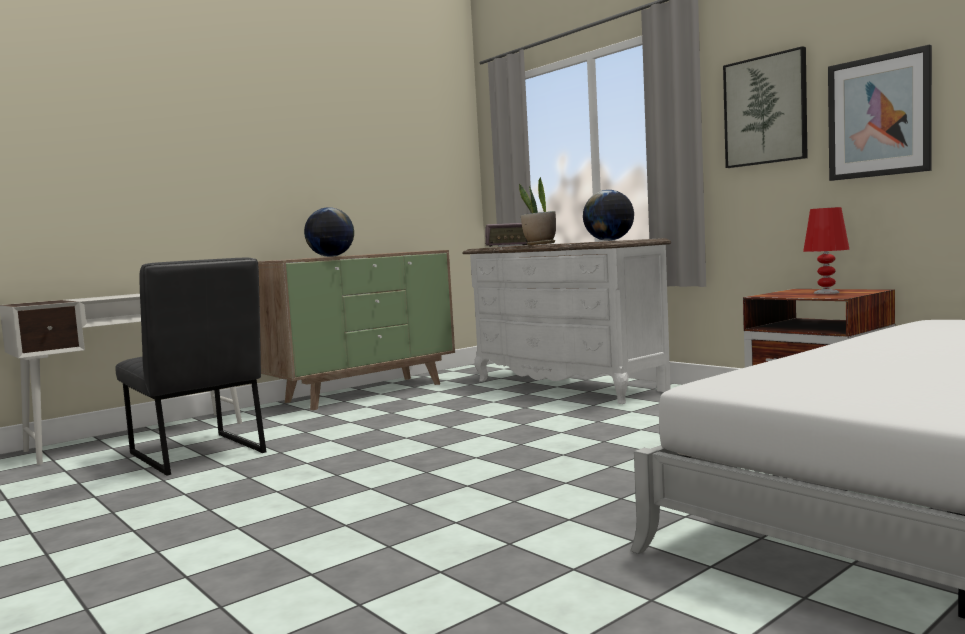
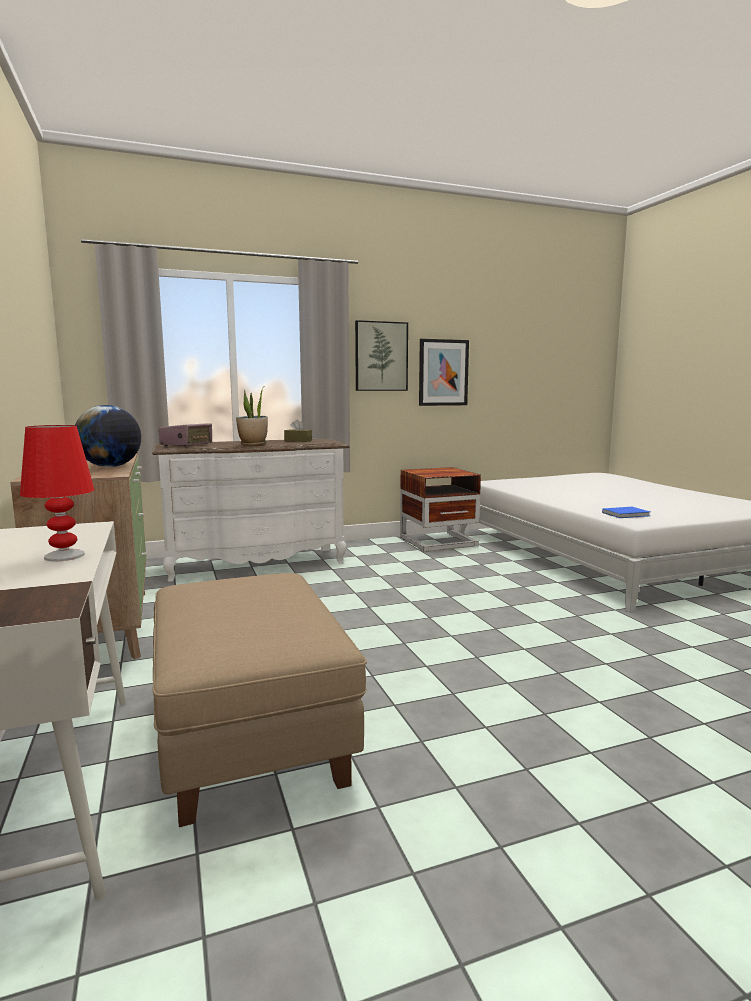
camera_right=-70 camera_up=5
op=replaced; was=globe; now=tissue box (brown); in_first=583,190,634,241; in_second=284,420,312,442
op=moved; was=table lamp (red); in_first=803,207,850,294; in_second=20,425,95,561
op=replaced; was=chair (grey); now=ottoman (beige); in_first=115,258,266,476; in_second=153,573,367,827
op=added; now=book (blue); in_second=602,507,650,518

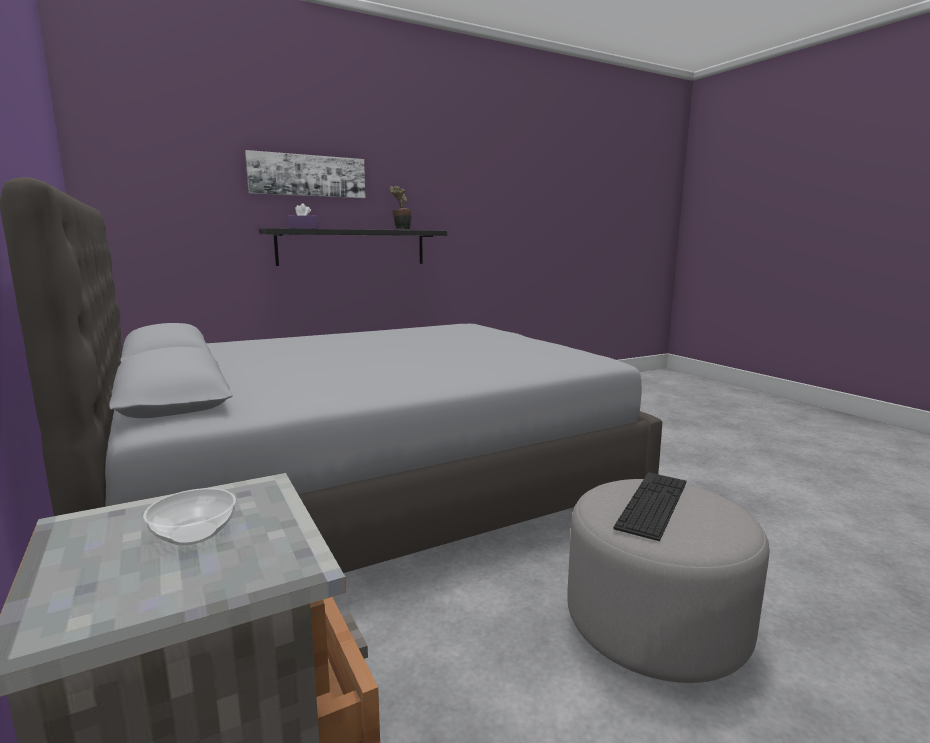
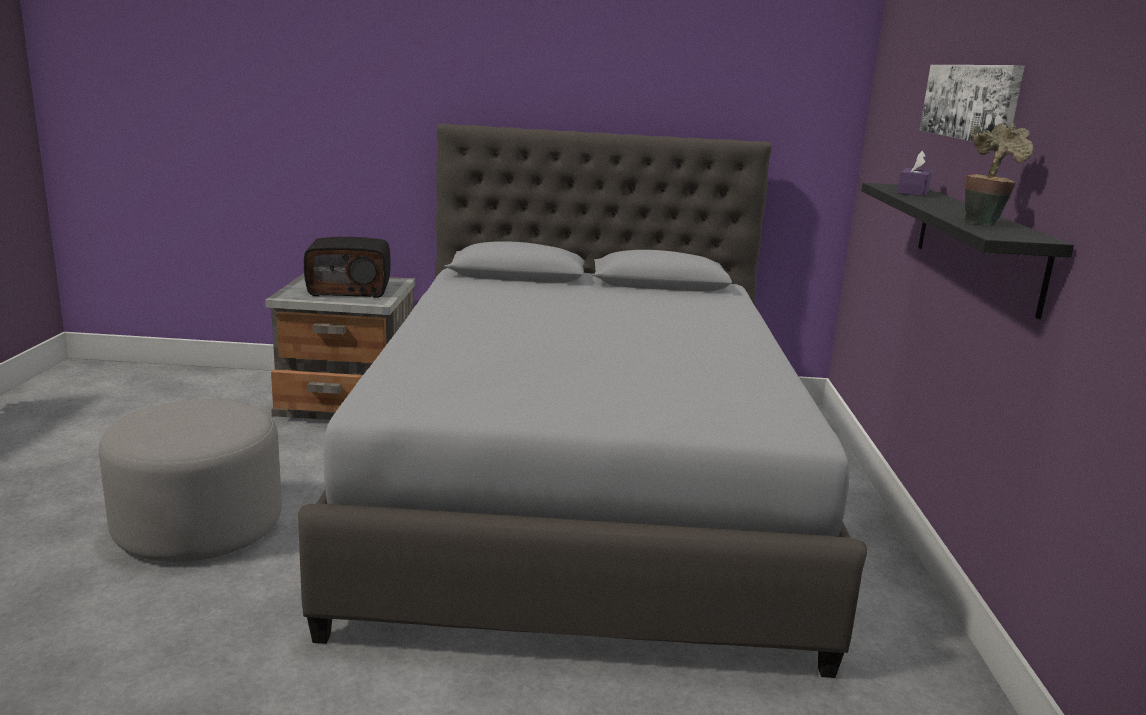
camera_right=120 camera_up=5
op=removed; was=keyboard; in_first=613,472,687,541
op=replaced; was=bowl; now=radio; in_first=143,488,236,545; in_second=304,237,391,298

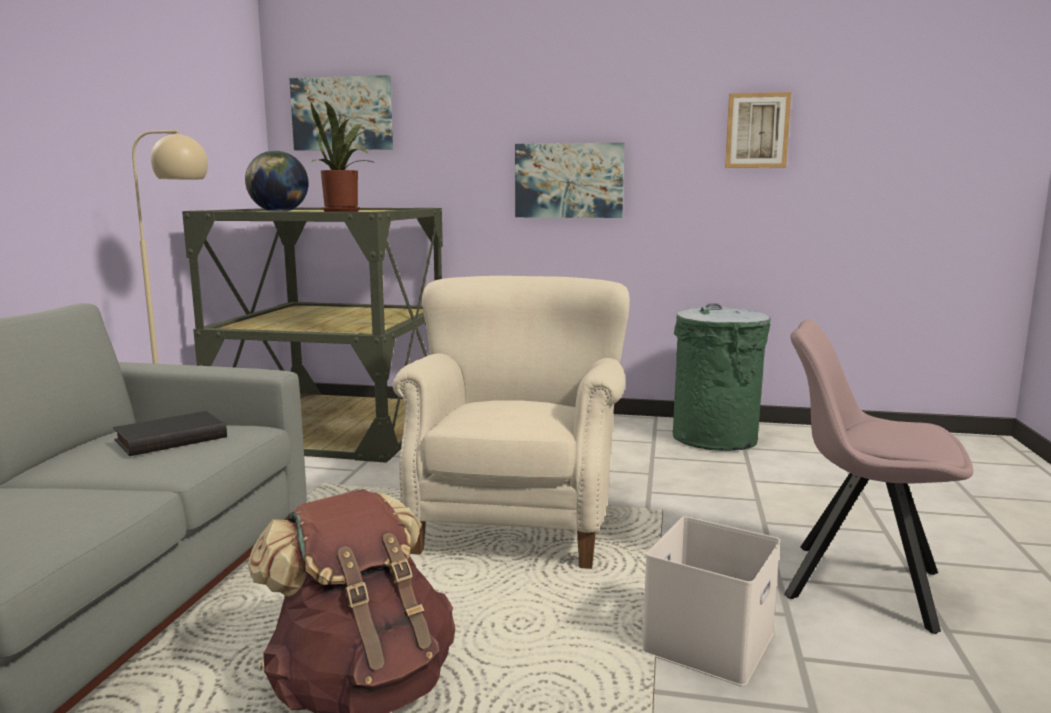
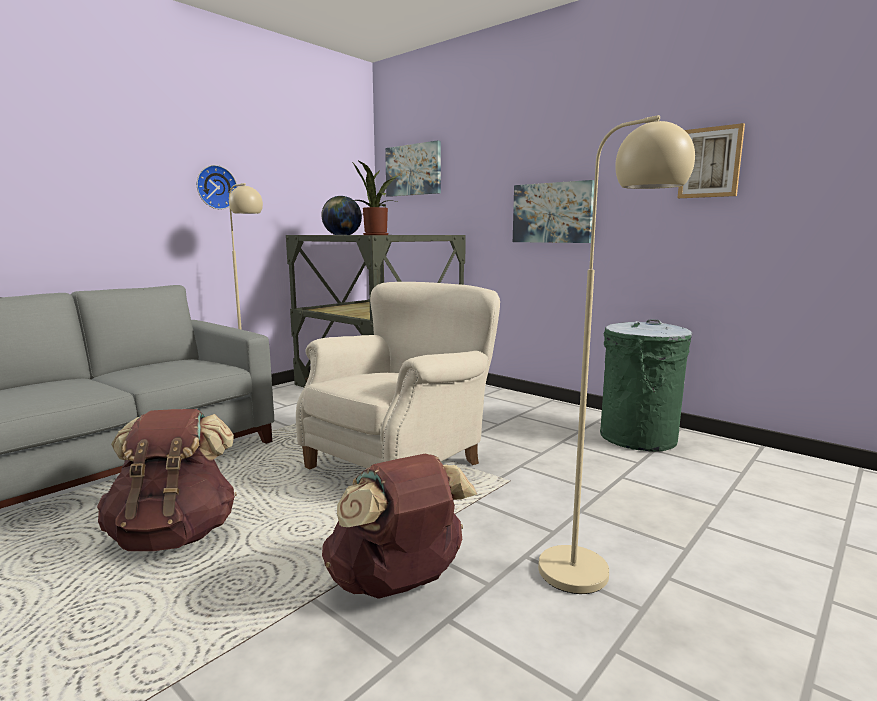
camera_right=30 camera_up=0
op=replaced; was=chair (pink); now=floor lamp (beige); in_first=784,319,973,634; in_second=538,115,695,594
op=removed; was=book (black); in_first=113,411,227,456
op=replaced; was=storage box (white); now=backpack (brown); in_first=643,516,780,686; in_second=322,454,477,599
op=added; now=wall clock; in_second=197,165,237,210

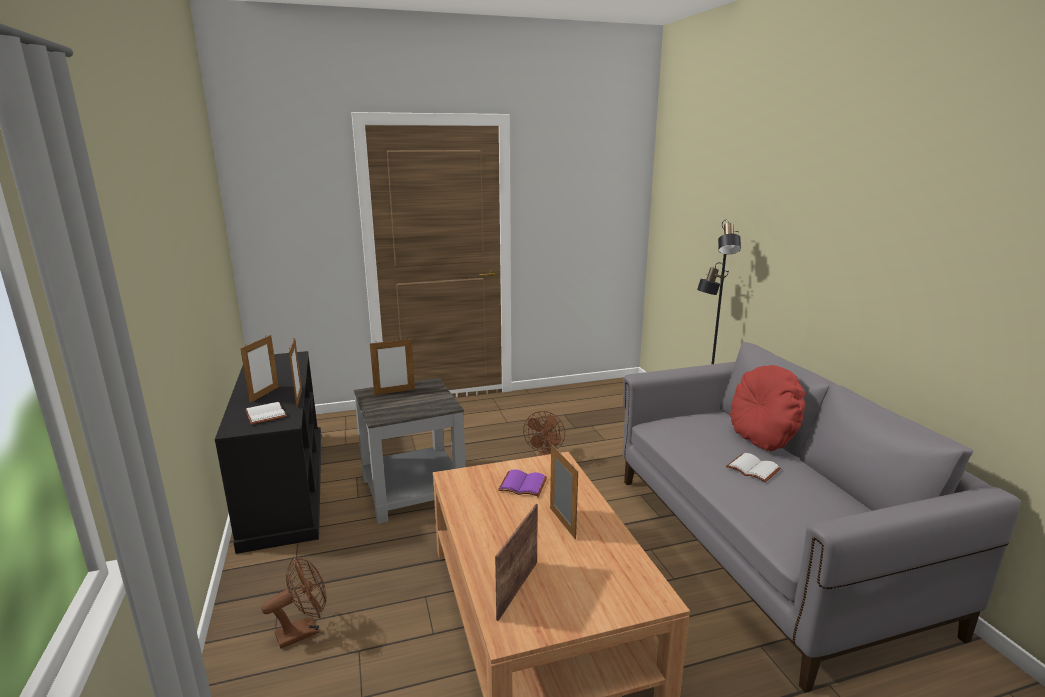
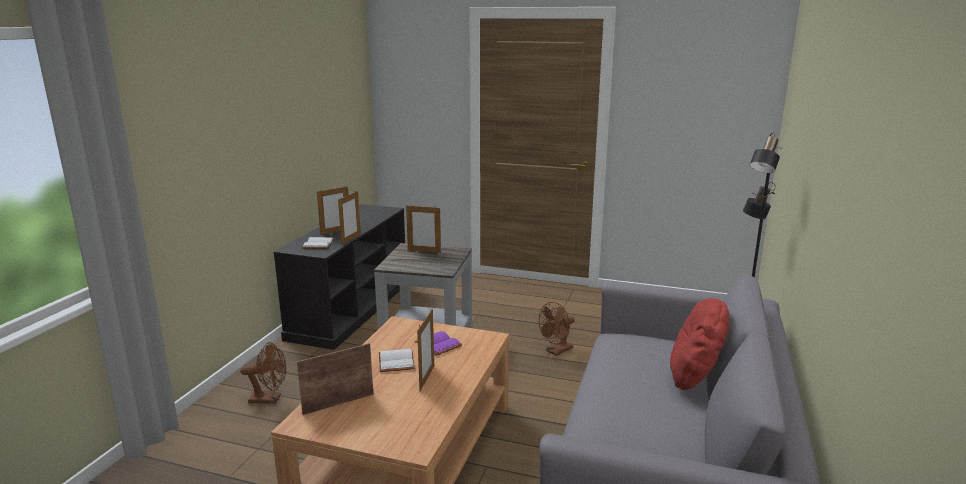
camera_right=35 camera_up=0
op=moved; was=book (white); in_first=726,453,781,482; in_second=379,349,415,372

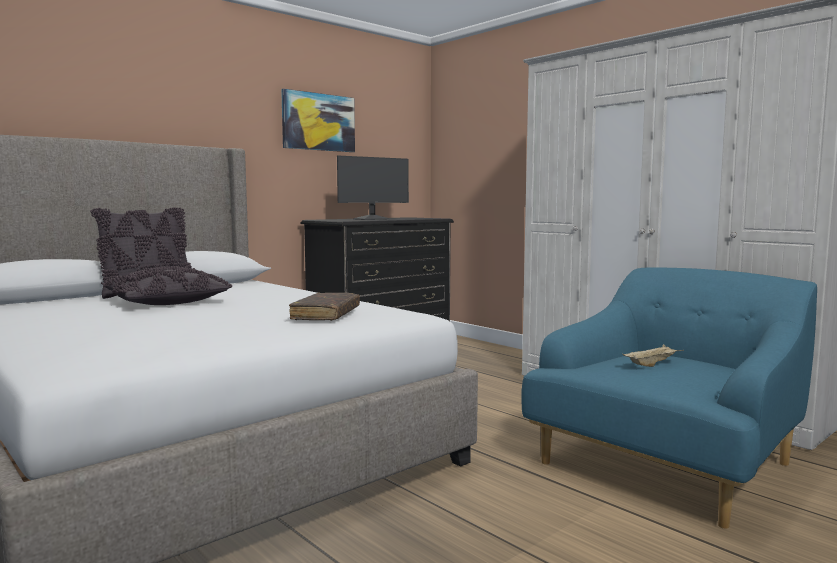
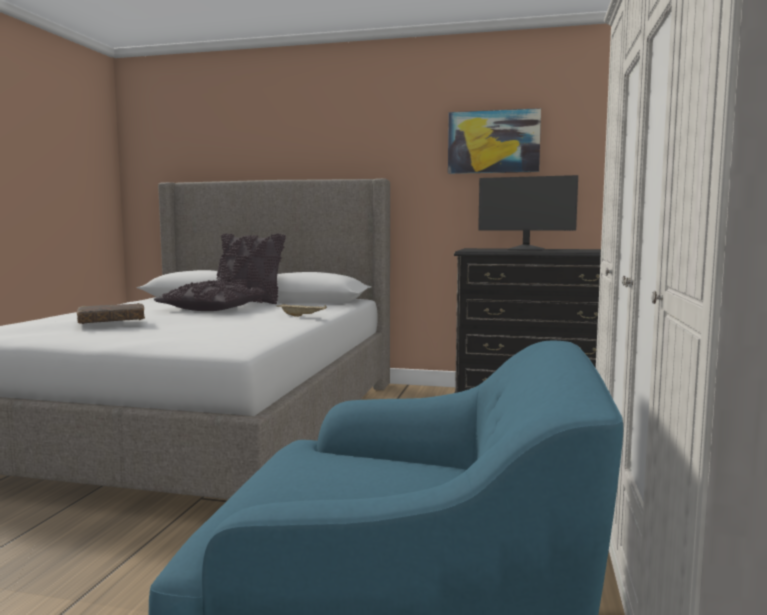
camera_right=55 camera_up=0
op=moved; was=book (brown); in_first=289,292,360,321; in_second=77,303,145,324
op=moved; was=tray (beige); in_first=623,344,684,367; in_second=276,304,327,317

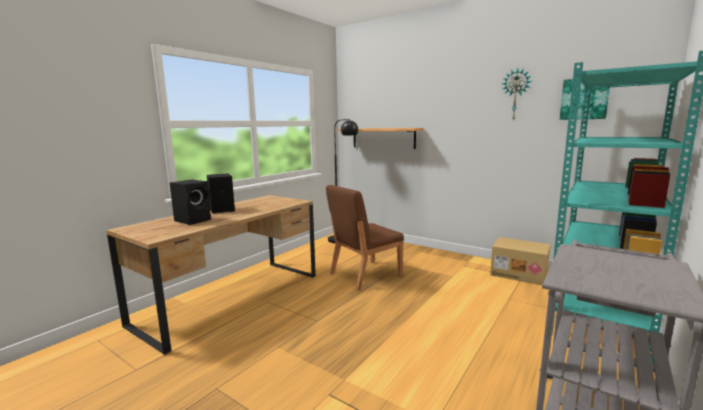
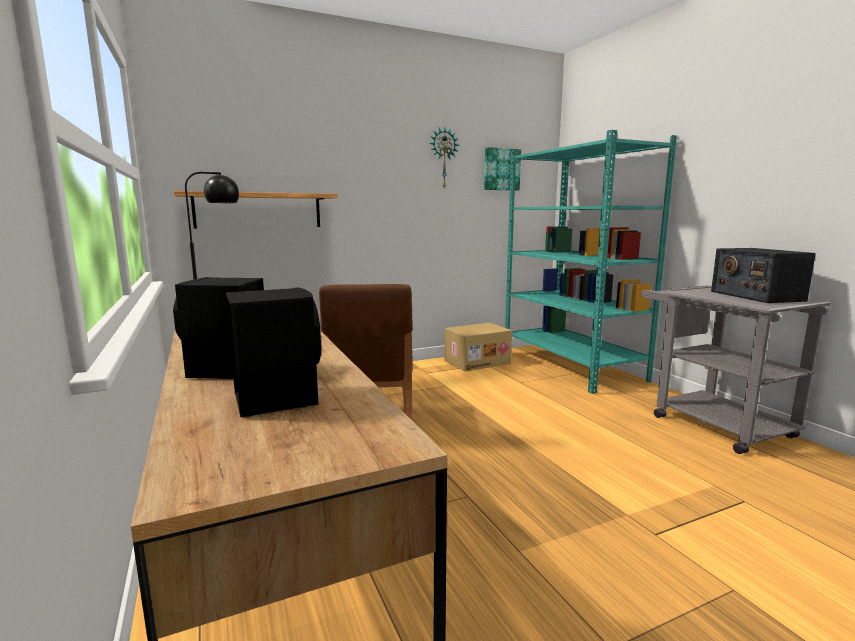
camera_right=-60 camera_up=0
op=added; now=radio; in_second=711,248,816,303

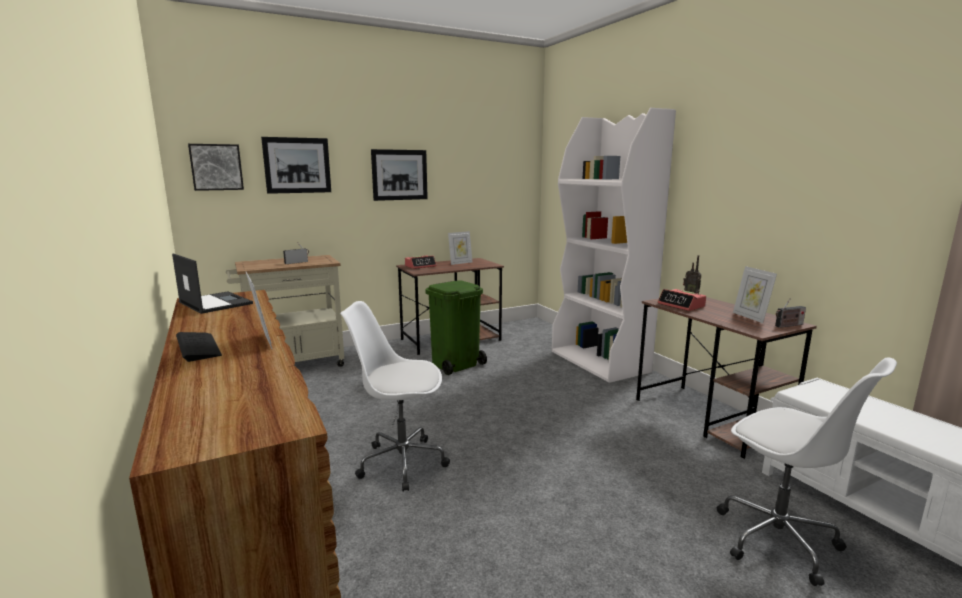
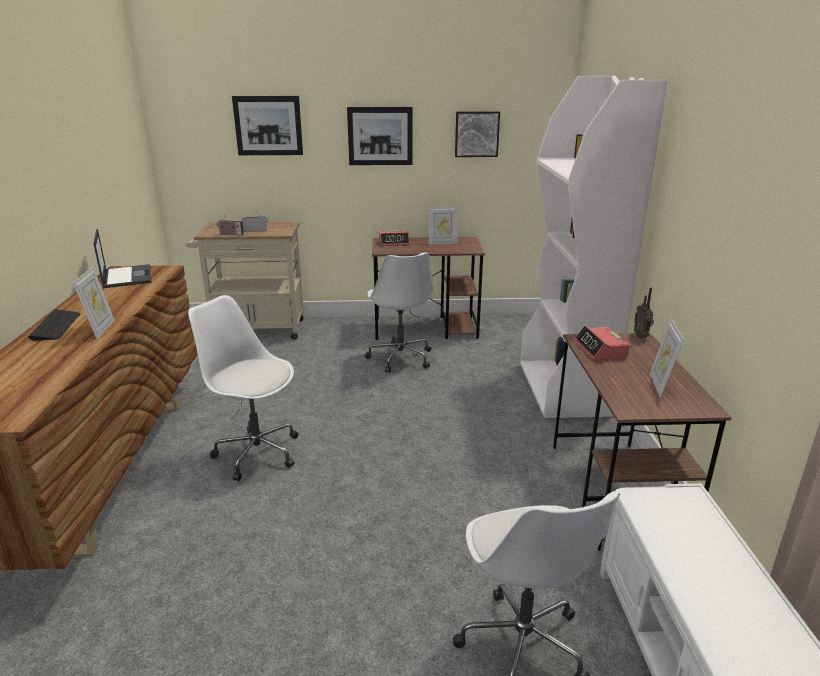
camera_right=25 camera_up=10
op=moved; was=picture; in_first=188,144,244,191; in_second=455,111,500,157
op=replaced; was=trash can (green); now=office chair (white); in_first=425,281,487,375; in_second=365,252,434,373
op=moved; was=radio; in_first=775,299,806,328; in_second=217,214,243,236

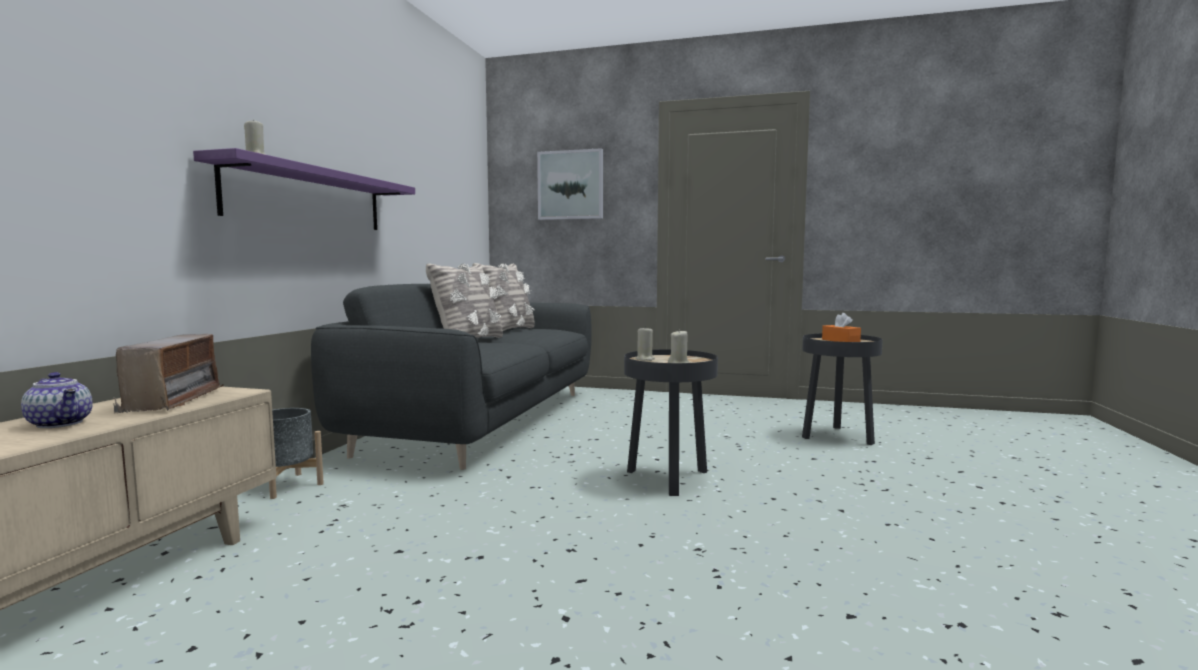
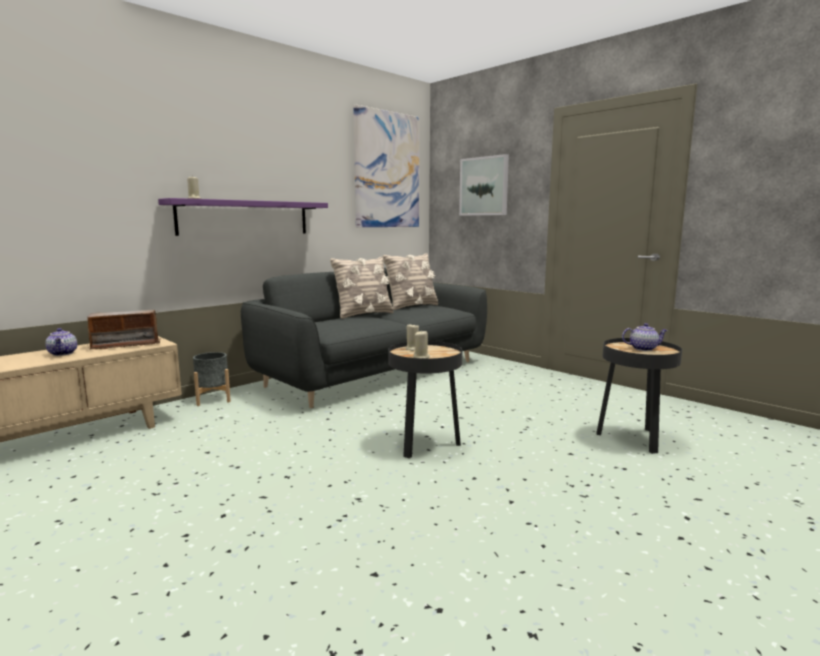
camera_right=30 camera_up=5
op=replaced; was=tissue box (orange); now=teapot; in_first=822,313,861,342; in_second=622,323,668,351
op=turned; was=radio; in_first=113,334,224,414; in_second=87,310,160,350; clockwise=45
op=added; now=picture; in_second=353,105,419,227

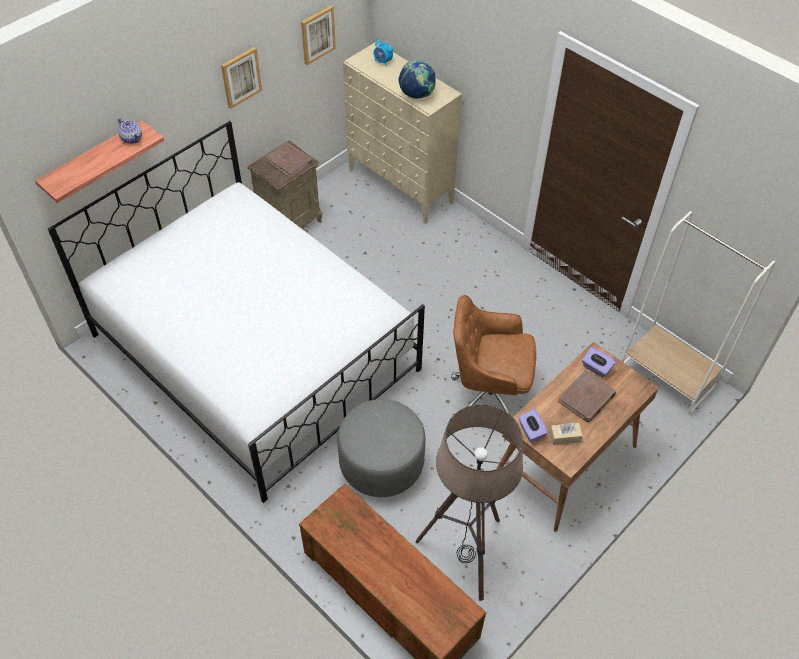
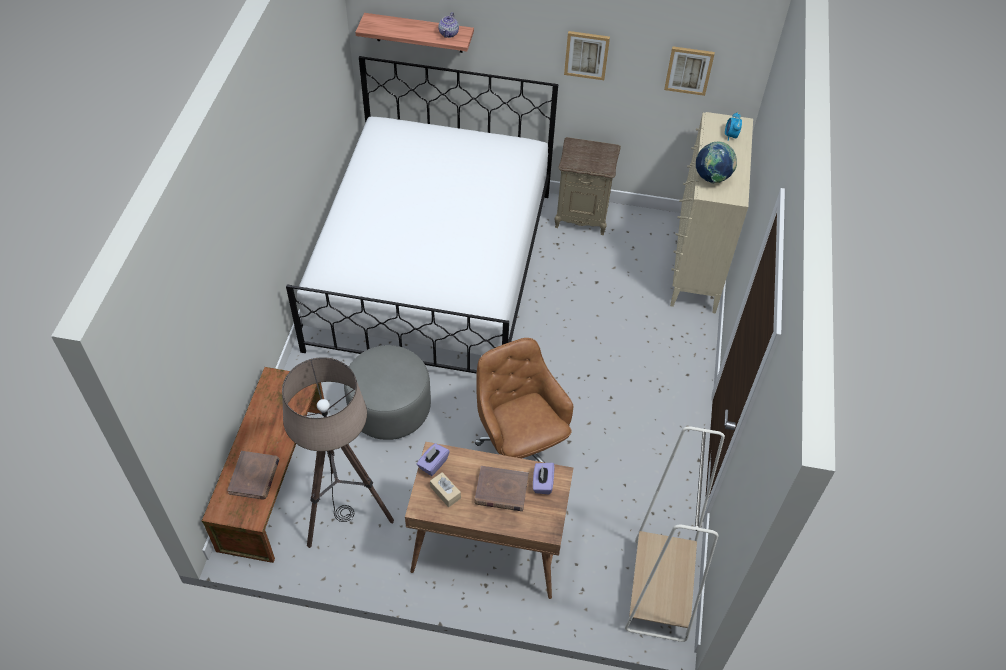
camera_right=55 camera_up=0
op=moved; was=book (brown); in_first=265,142,312,178; in_second=227,451,280,500

